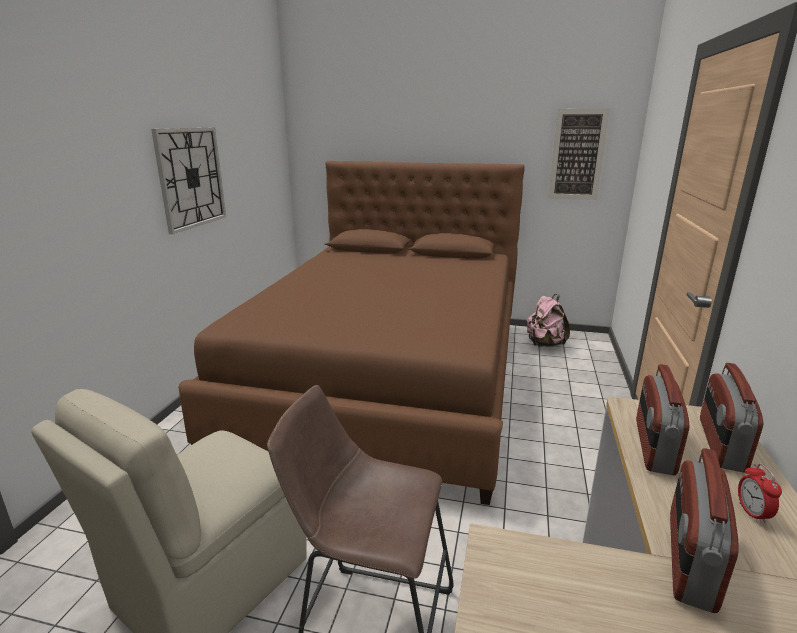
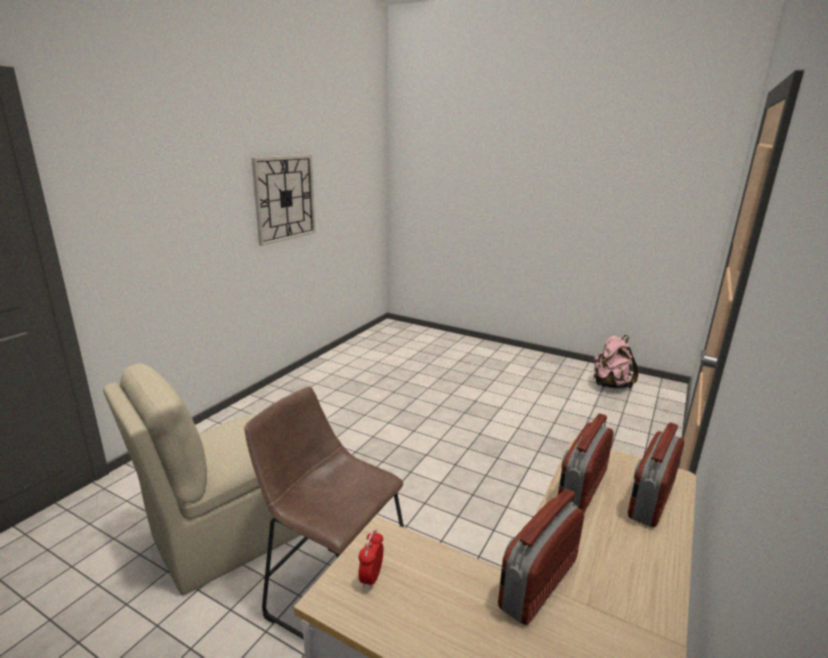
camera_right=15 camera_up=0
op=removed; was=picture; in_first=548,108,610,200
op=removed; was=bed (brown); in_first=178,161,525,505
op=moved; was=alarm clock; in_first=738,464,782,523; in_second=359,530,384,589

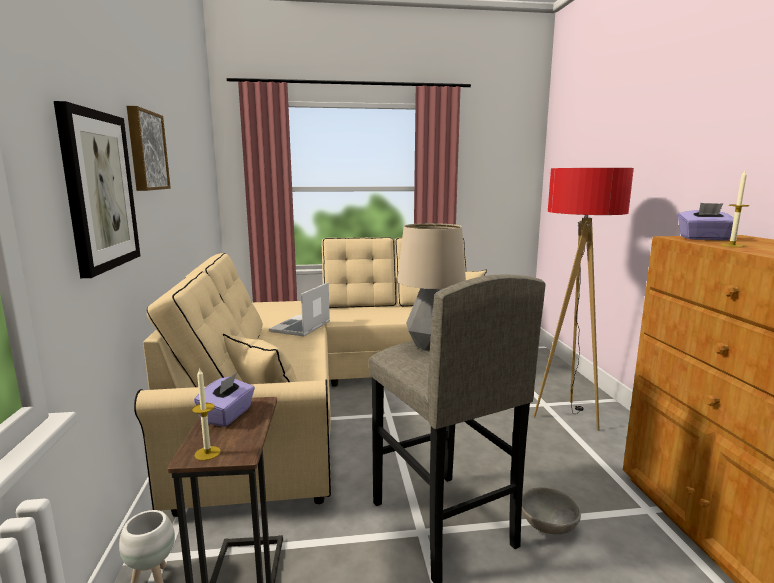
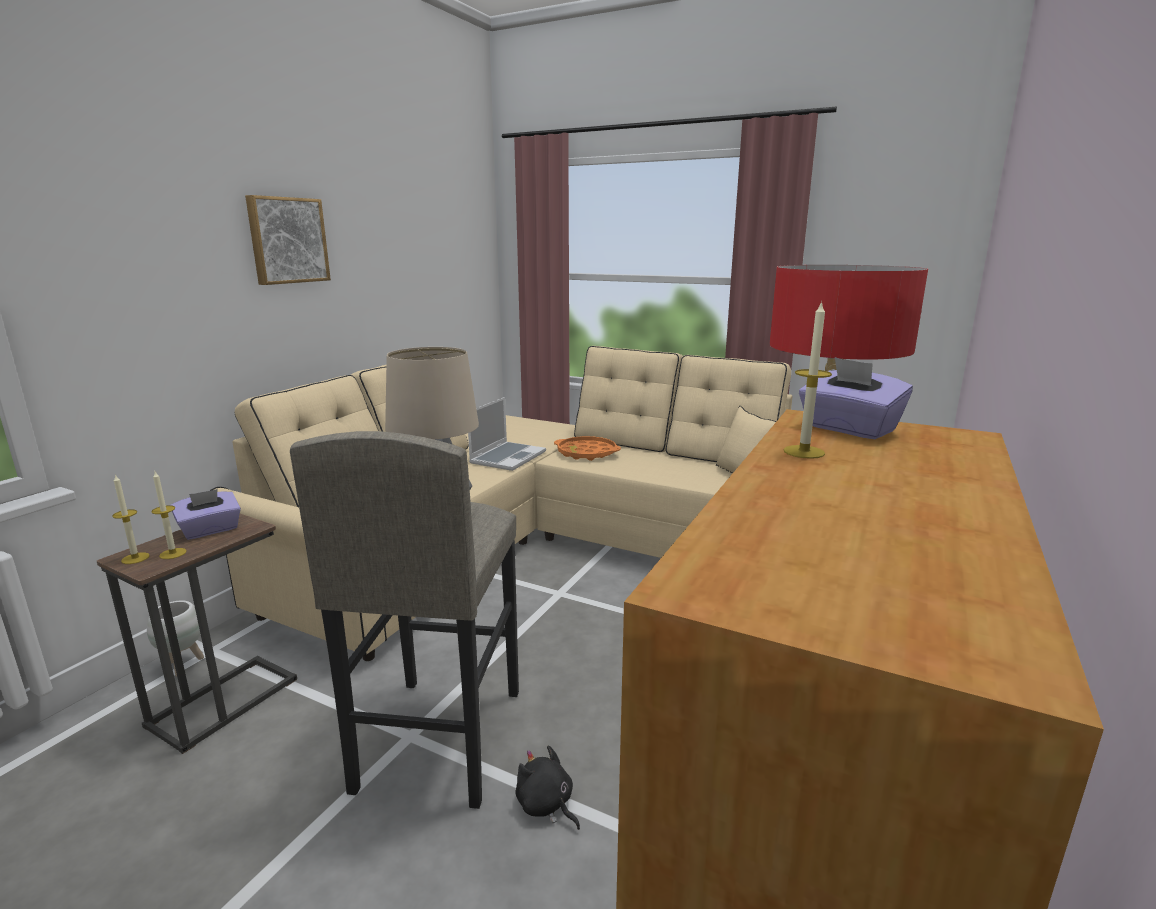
camera_right=35 camera_up=5
op=removed; was=picture; in_first=54,101,140,278
op=turned; was=laptop; in_first=269,283,330,336; in_second=468,397,546,471; clockwise=150
op=replaced; was=bowl (grey); now=plush toy (black); in_first=522,487,581,534; in_second=515,745,580,830
op=added; now=tray (orange); in_second=554,436,621,461
op=added; now=candle; in_second=151,472,187,559

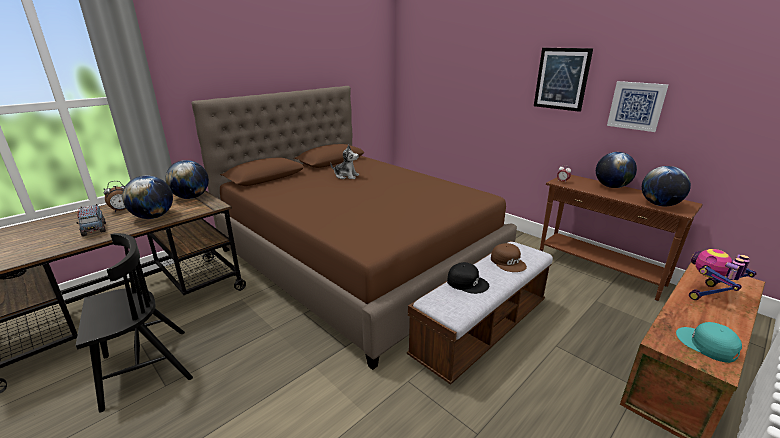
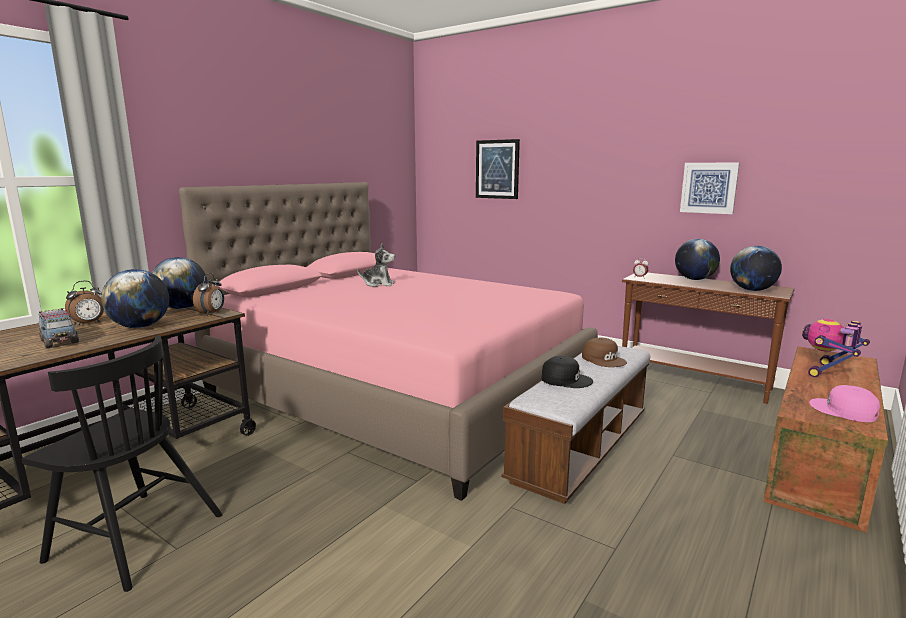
camera_right=-10 camera_up=-10
op=moved; was=picture; in_first=534,48,593,112; in_second=476,139,520,199
op=recoloured; was=bed (brown); now=bed (pink); in_first=191,86,517,370; in_second=179,182,598,501
op=turned; was=chair (black); in_first=76,233,193,413; in_second=22,336,223,592; clockwise=60
op=recoloured; was=cap (turquoise); now=cap (pink); in_first=676,322,742,363; in_second=809,385,880,422
op=added; now=alarm clock; in_second=193,273,224,316

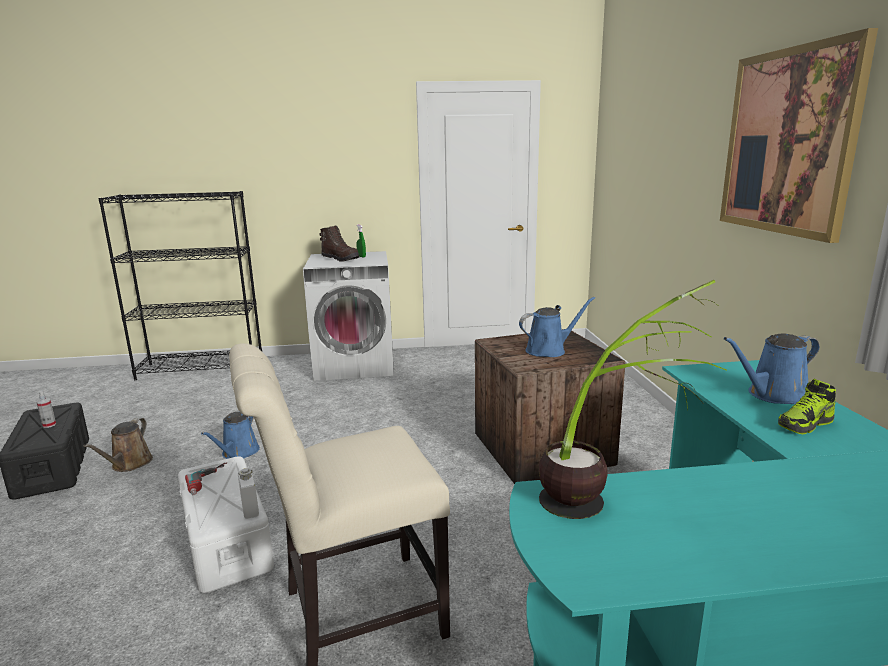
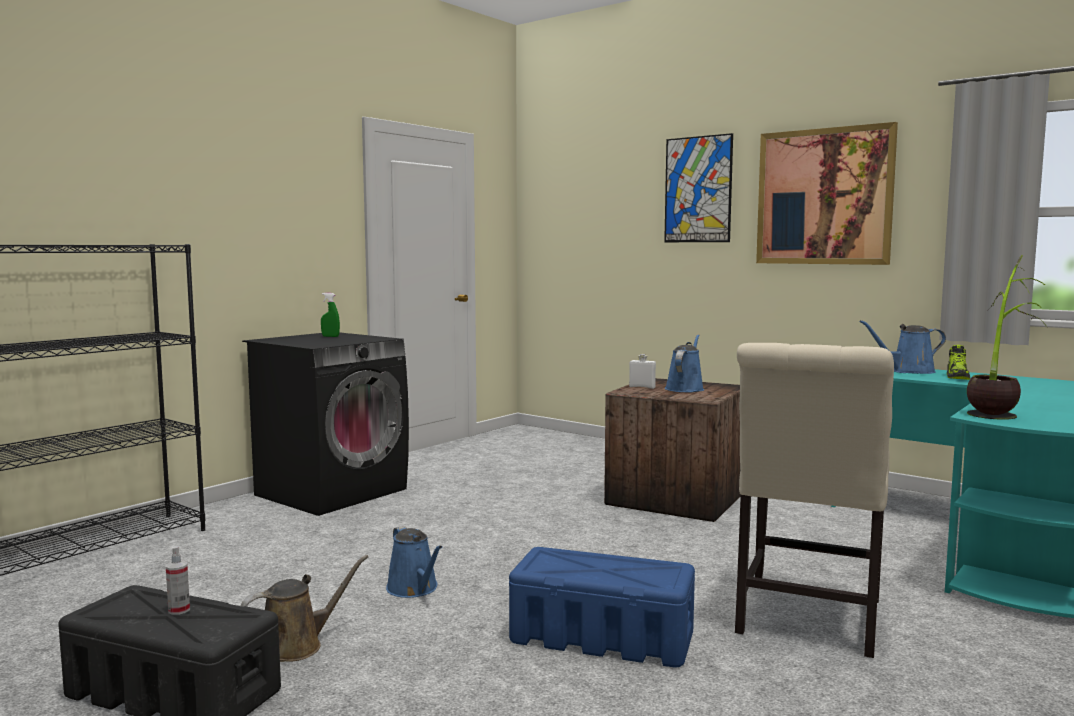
camera_right=-45 camera_up=-10
op=removed; was=boot (brown); in_first=319,225,360,262
op=recoloured; was=washing machine (white); now=washing machine (black); in_first=303,251,394,381; in_second=242,332,409,516
op=turned; was=watering can (blue); in_first=724,334,820,404; in_second=859,320,946,374; clockwise=60
op=turned; was=watering can (brown); in_first=84,418,153,472; in_second=241,555,368,662; clockwise=-90
op=recoloured; was=storage box (white); now=storage box (blue); in_first=178,456,274,593; in_second=509,547,695,668
op=removed; was=power drill; in_first=185,463,227,495
op=moved; was=bottle (white); in_first=238,468,259,519; in_second=629,354,656,389
op=added; now=picture; in_second=664,133,733,242

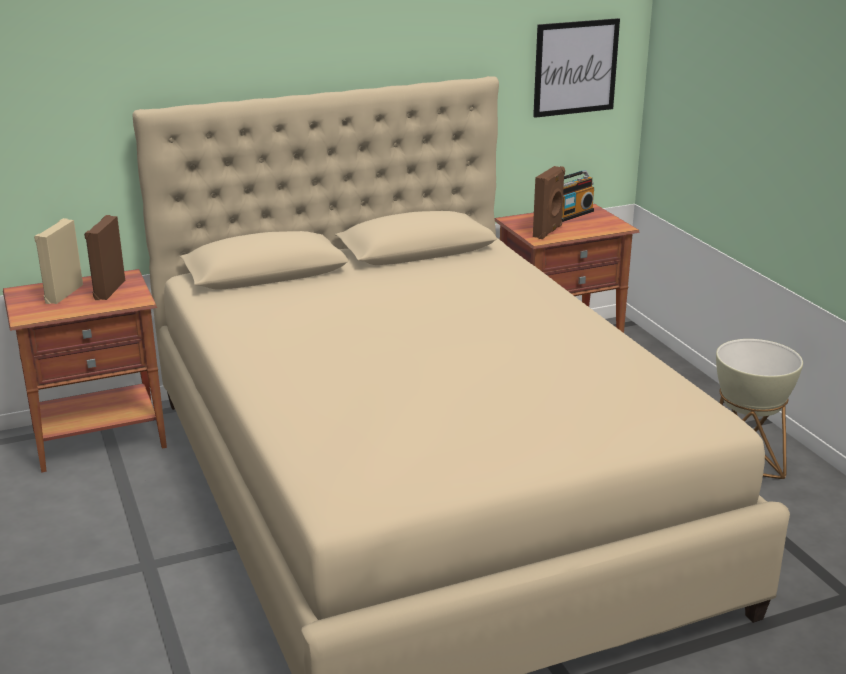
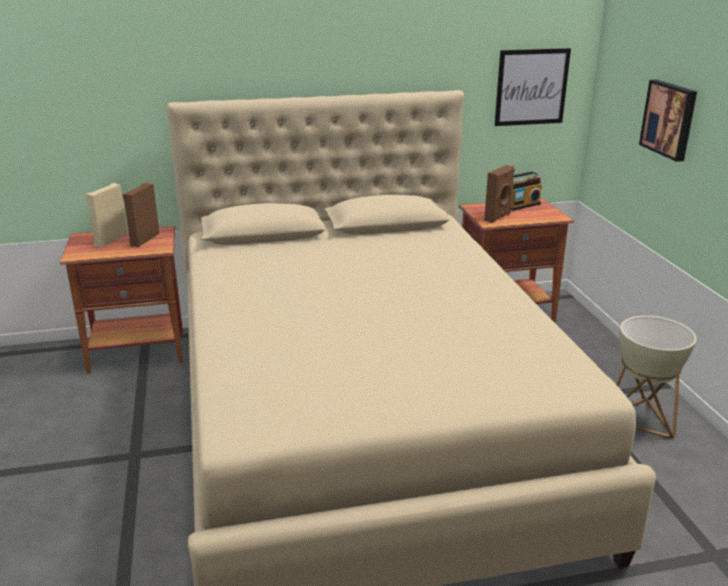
camera_right=10 camera_up=0
op=added; now=picture; in_second=639,79,697,162

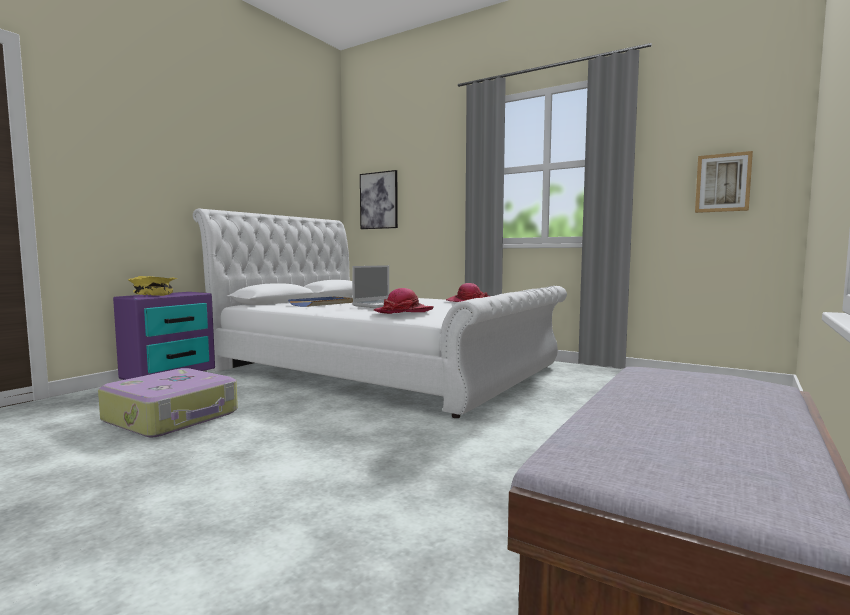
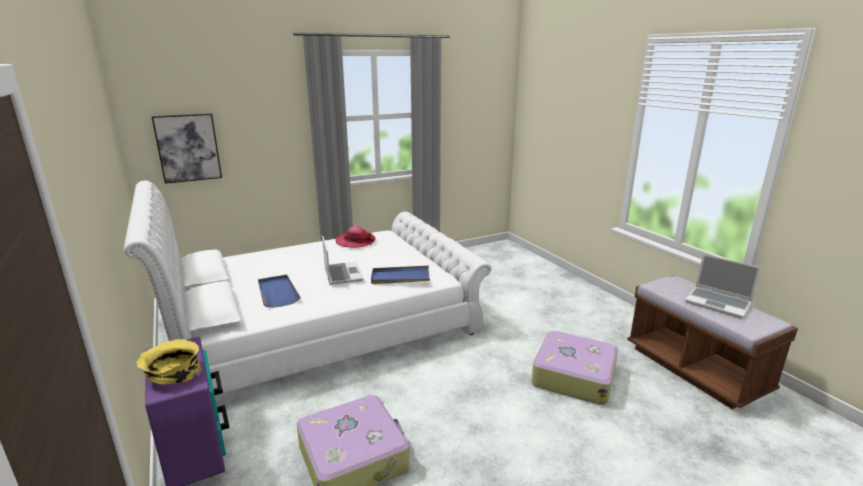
camera_right=-60 camera_up=15
op=removed; was=picture; in_first=695,151,753,213
op=replaced; was=hat; now=tray (blue); in_first=374,288,434,314; in_second=371,266,430,284
op=added; now=laptop; in_second=685,254,761,318
op=added; now=suitcase; in_second=532,331,618,405

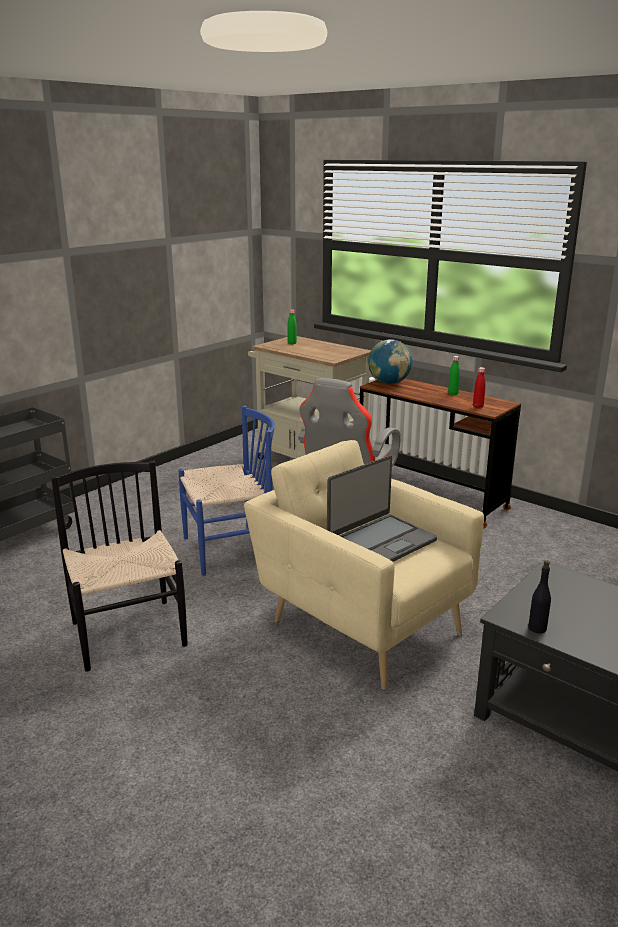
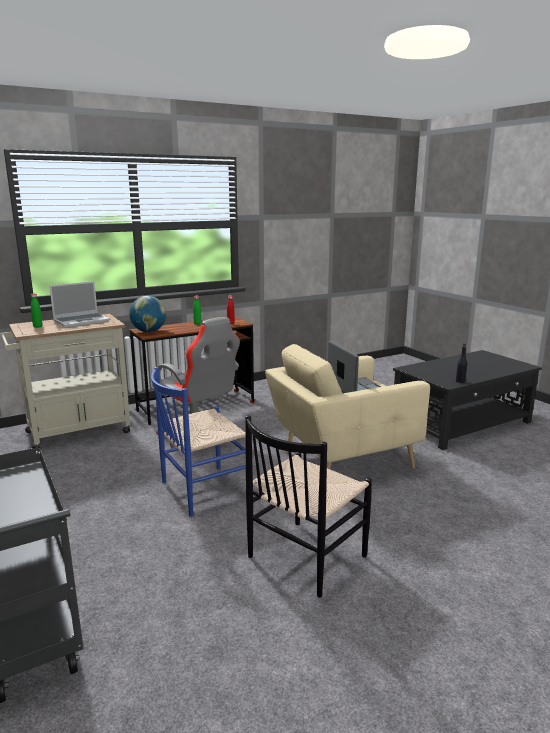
camera_right=-70 camera_up=-5
op=turned; was=chair (blue); in_first=179,406,275,576; in_second=151,367,246,517; clockwise=-120
op=turned; was=chair (black); in_first=51,461,188,672; in_second=245,415,372,598; clockwise=-45
op=added; now=laptop; in_second=49,281,110,328

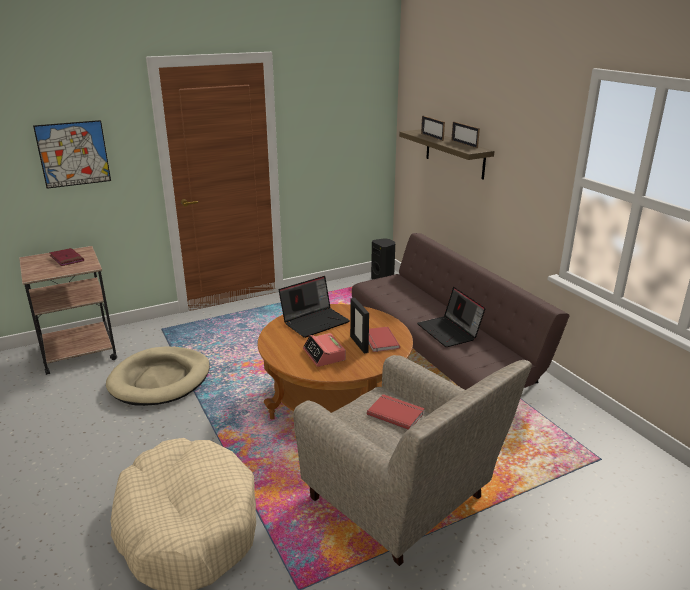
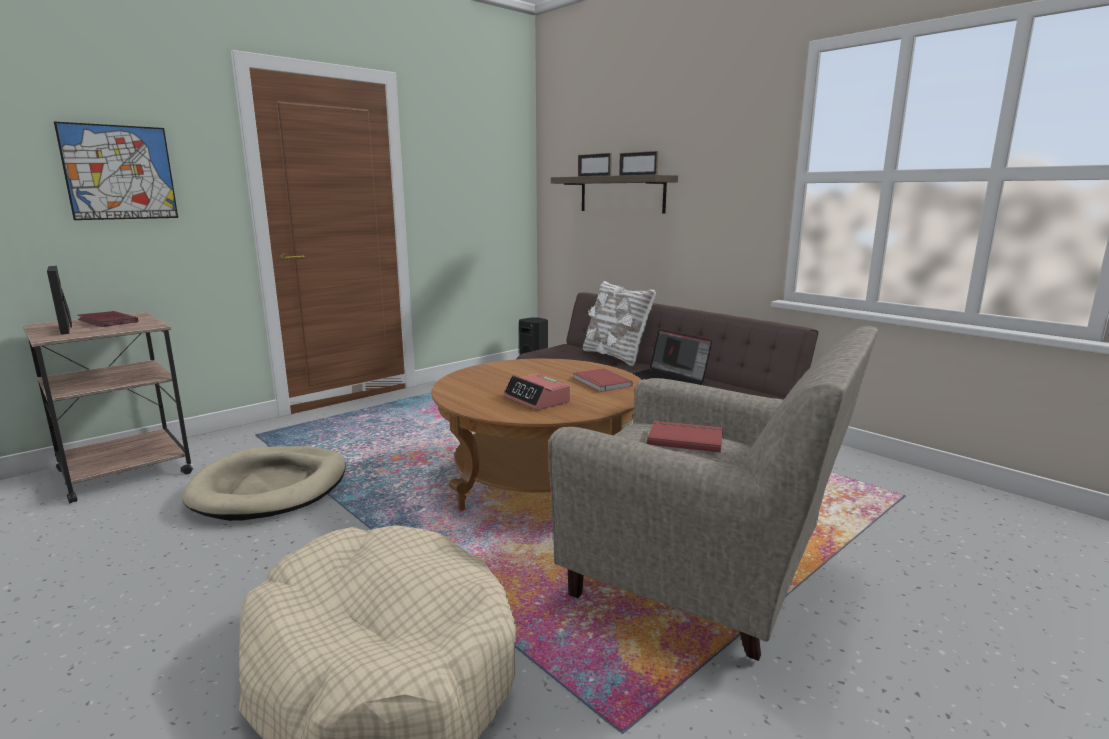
camera_right=-15 camera_up=-10
op=removed; was=laptop; in_first=279,276,350,338
op=moved; was=picture frame; in_first=350,298,369,354; in_second=47,266,72,335
op=added; now=pillow (white); in_second=583,281,656,366

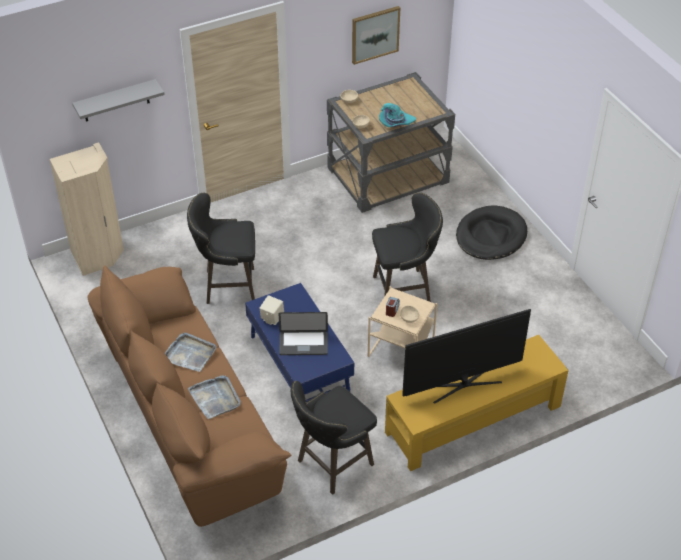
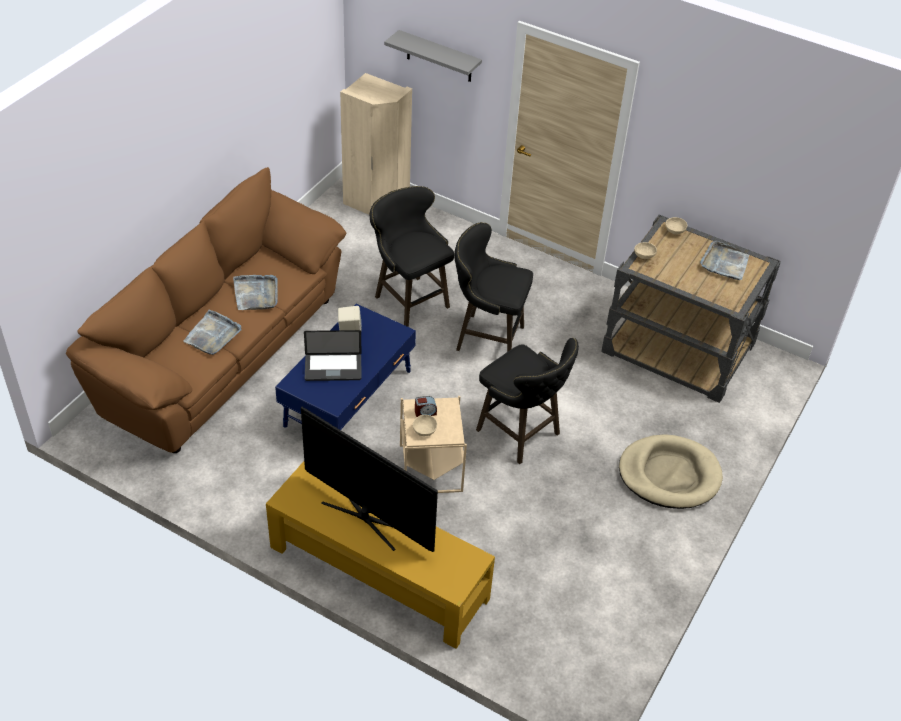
camera_right=55 camera_up=0
op=removed; was=picture; in_first=352,6,400,65
op=removed; was=hat (turquoise); in_first=379,103,416,127
op=recoloured; was=dog bed (black); now=dog bed (beige); in_first=456,205,527,260; in_second=619,434,723,509
op=turned; was=laptop; in_first=279,312,328,355; in_second=304,330,361,381; clockwise=-60
op=moved; was=stool (black); in_first=291,381,377,495; in_second=454,222,533,352
op=added; now=tray (grey); in_second=700,241,749,280

